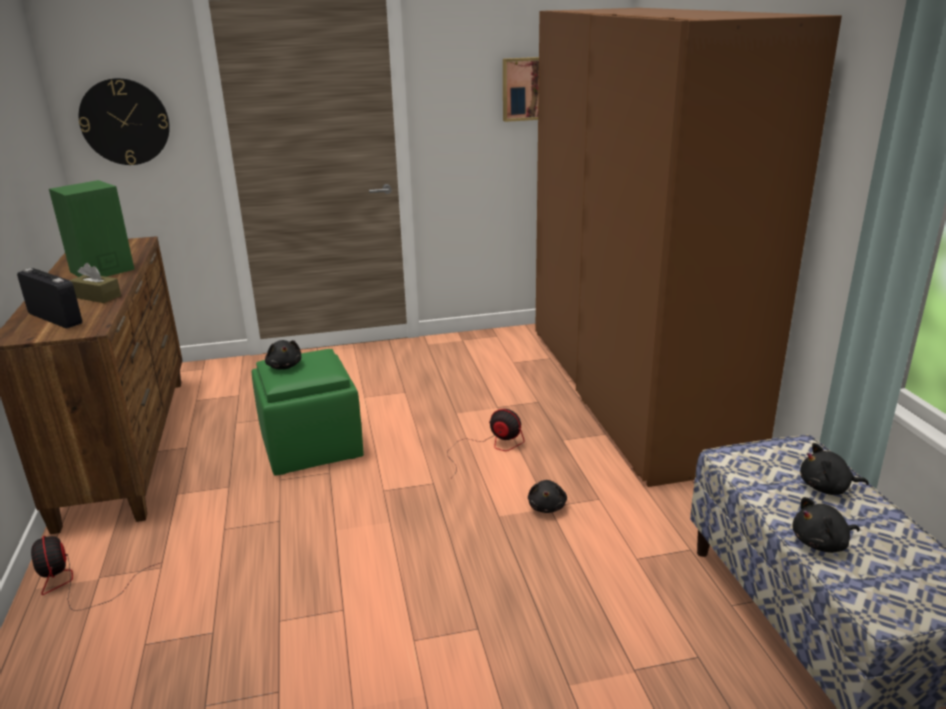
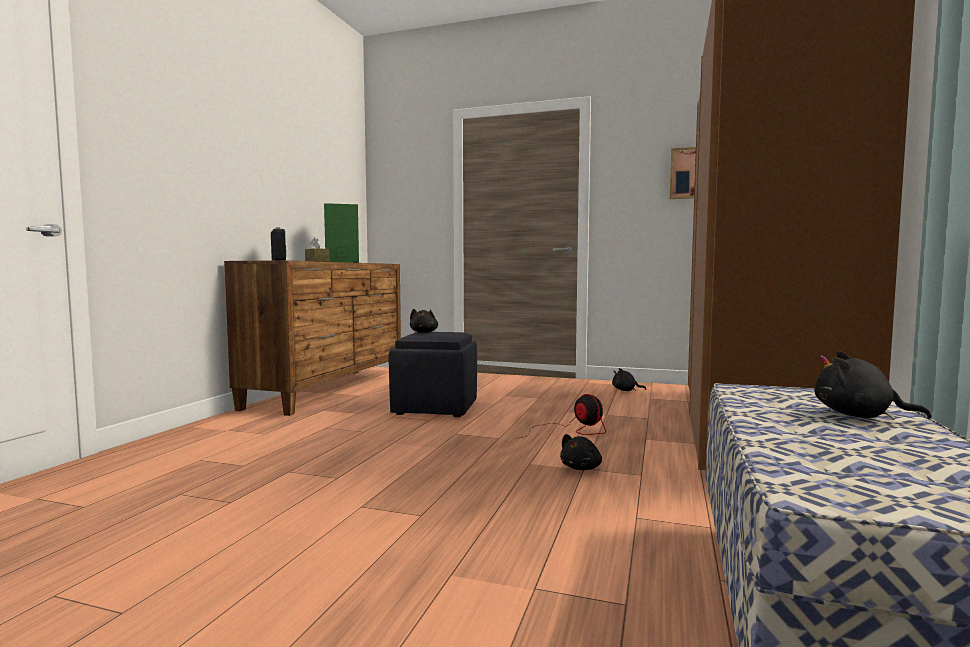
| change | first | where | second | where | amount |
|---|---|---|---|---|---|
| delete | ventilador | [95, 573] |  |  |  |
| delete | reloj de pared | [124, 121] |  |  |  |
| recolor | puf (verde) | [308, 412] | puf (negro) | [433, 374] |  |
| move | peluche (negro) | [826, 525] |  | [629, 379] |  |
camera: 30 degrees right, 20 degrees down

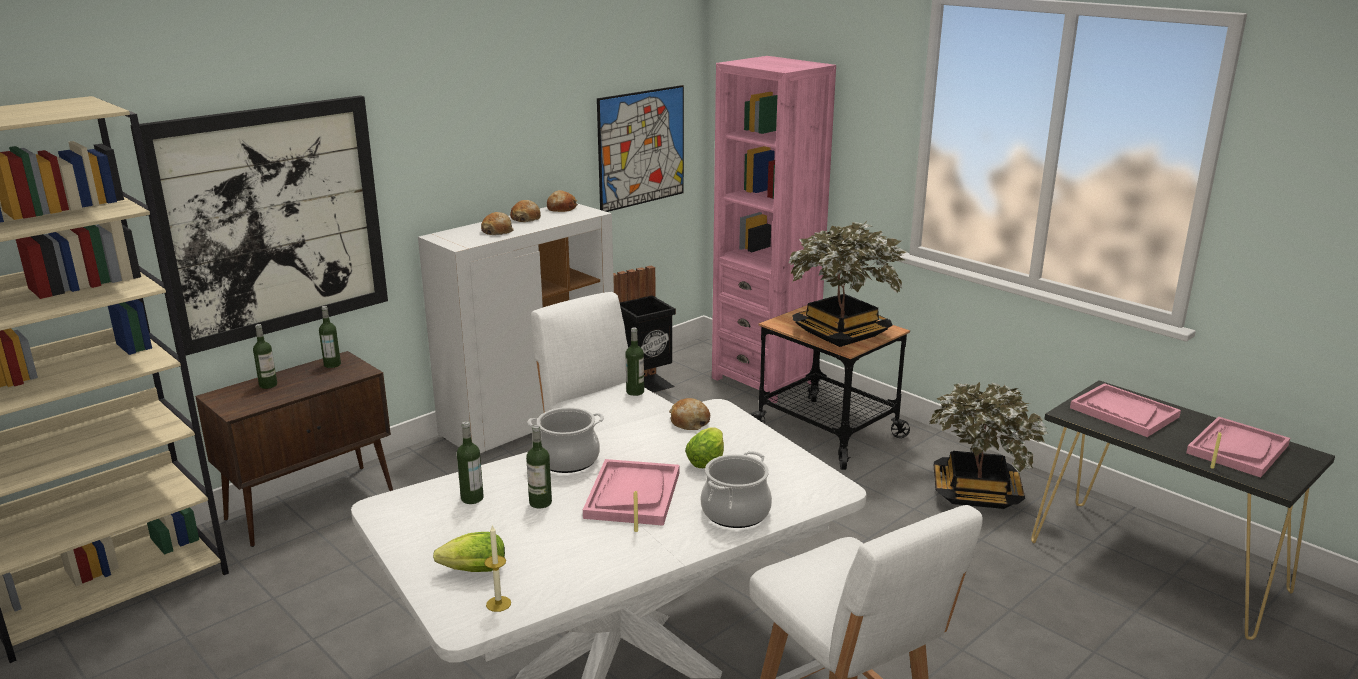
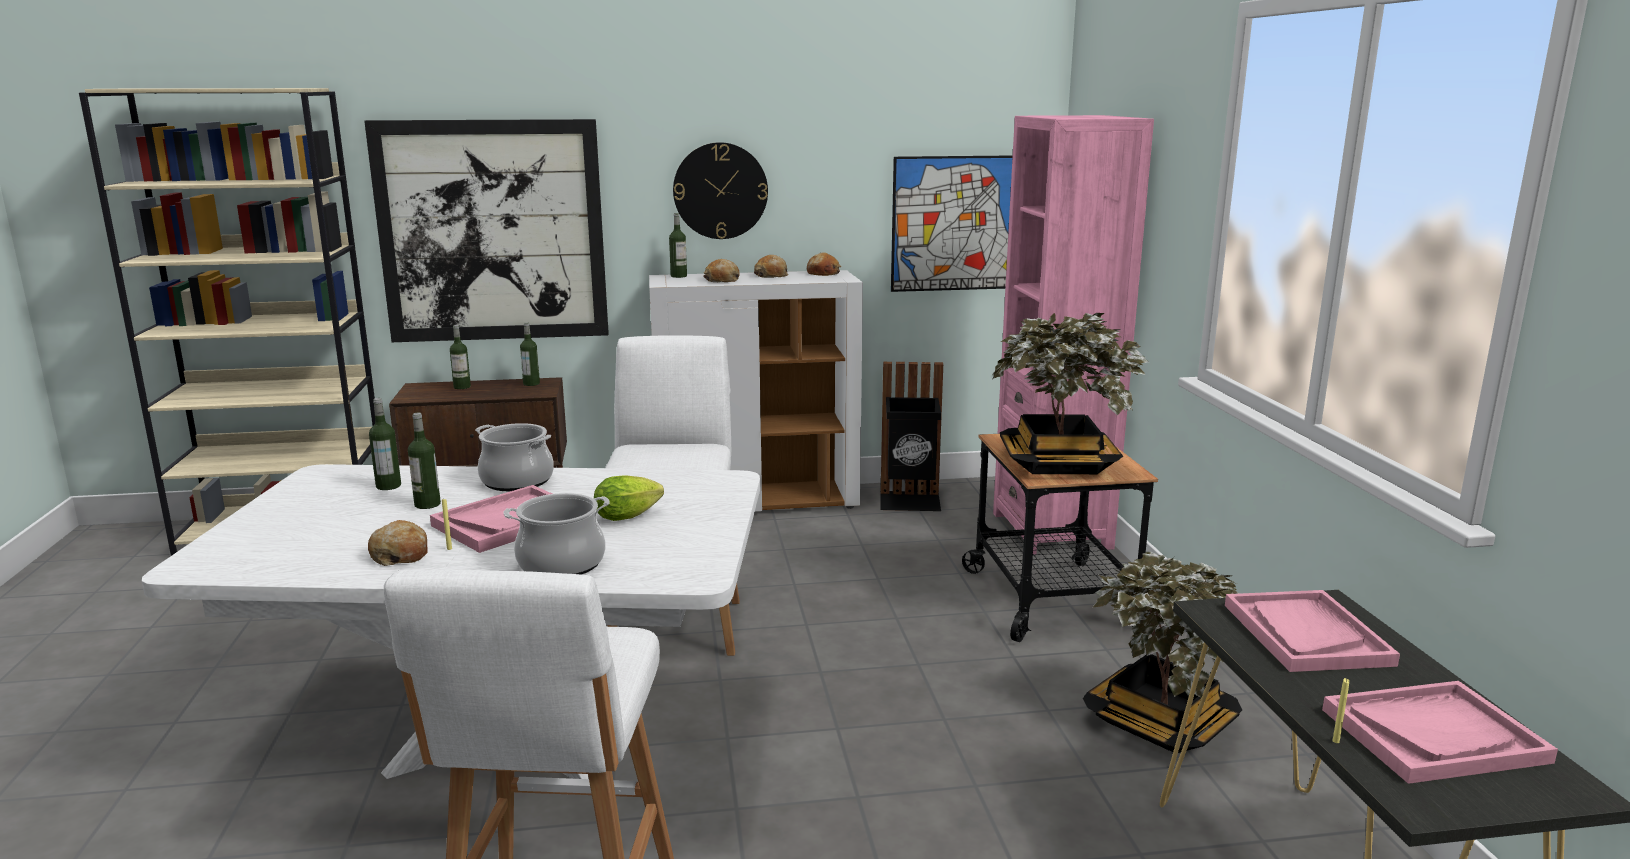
| change | first | where | second | where | amount |
|---|---|---|---|---|---|
| delete | lechuga | [469, 552] |  |  |  |
| delete | vela | [497, 568] |  |  |  |
| move | botella | [635, 361] |  | [678, 245] |  |
| move | pan | [689, 414] |  | [398, 543] |  |
| insert |  |  | reloj de pared | [720, 190] |  |
camera: 35 degrees right, 5 degrees down

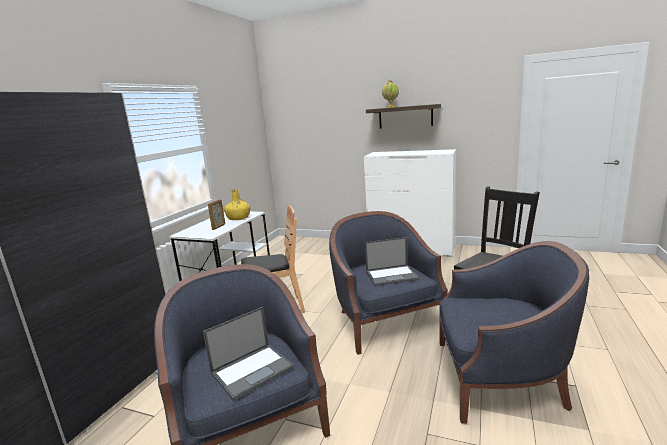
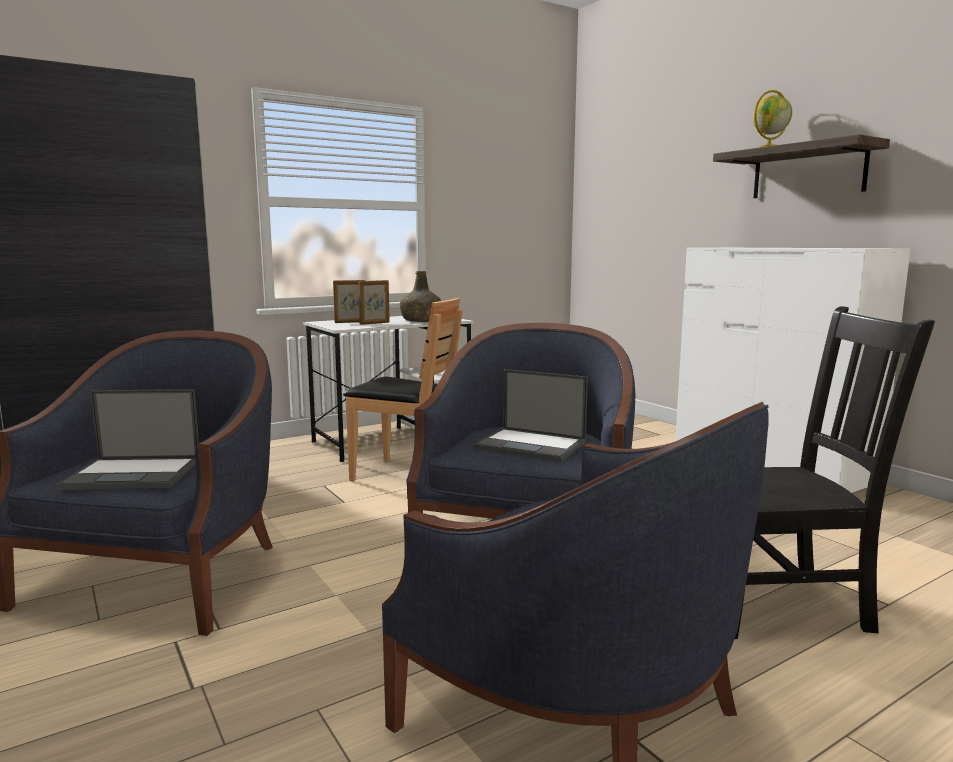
| change | first | where | second | where | amount |
|---|---|---|---|---|---|
| recolor | botella (amarillo) | [237, 204] | botella (verde) | [420, 296] |  |
| insert |  |  | portarretratos | [349, 301] |  |
camera: 35 degrees right, 5 degrees down

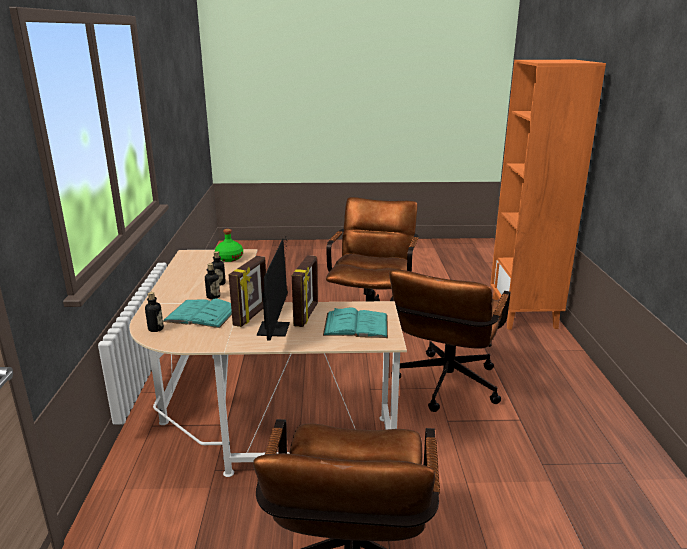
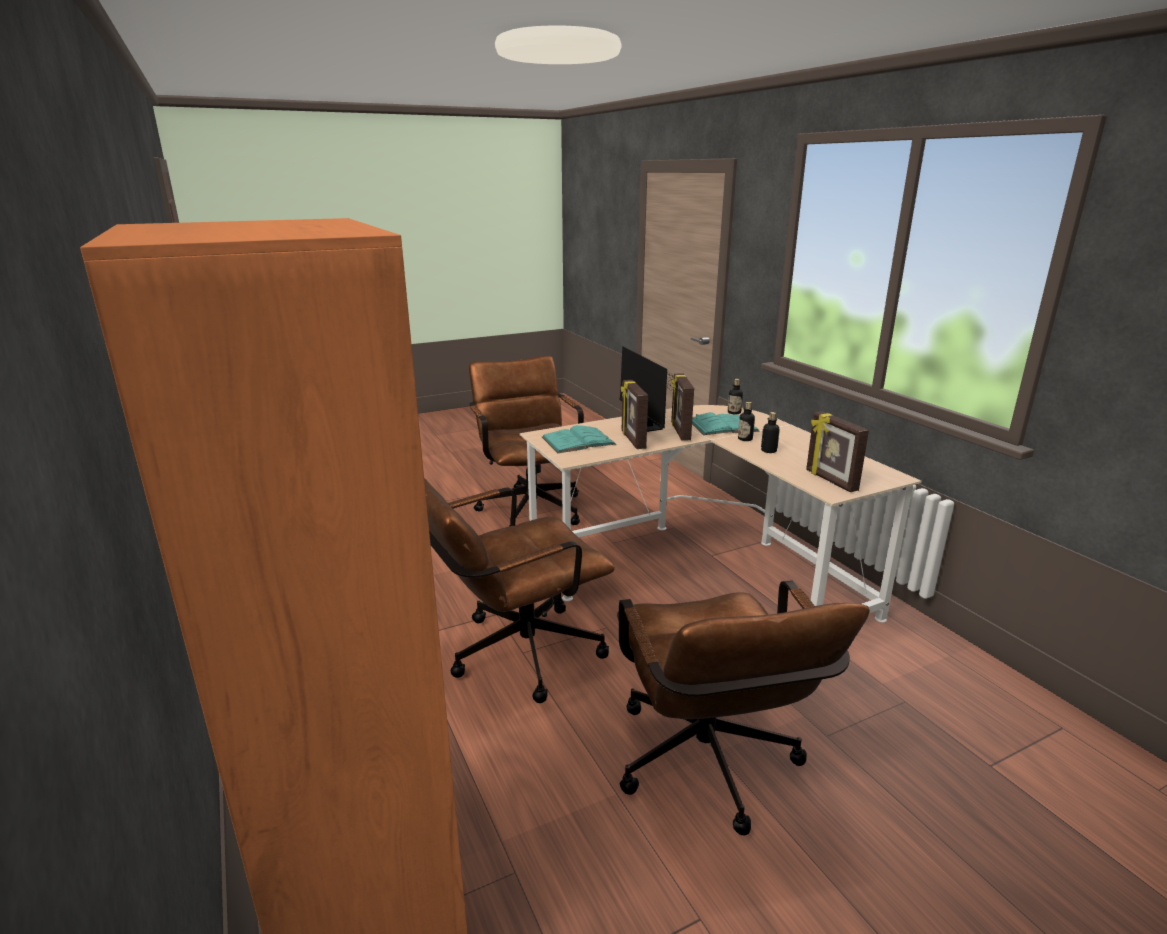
| change | first | where | second | where | amount |
|---|---|---|---|---|---|
| replace | botella (verde) | [229, 245] | portarretratos | [837, 451] |  |
| rotate | silla de oficina (marrón) | [449, 341] |  | [519, 590] | 120 degrees counterclockwise |
camera: 155 degrees right, 0 degrees up

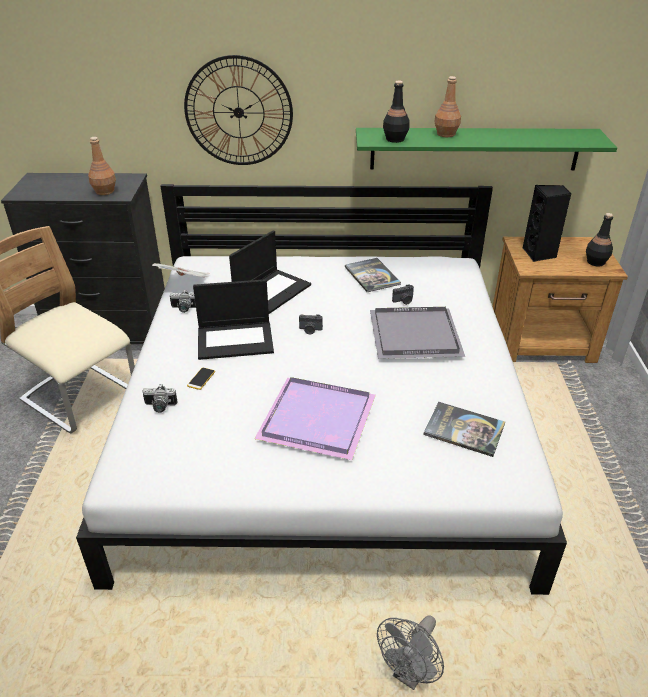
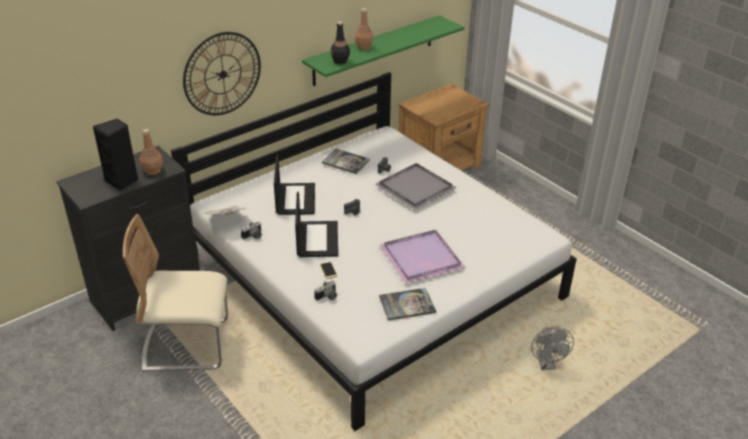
| change | first | where | second | where | amount |
|---|---|---|---|---|---|
| rotate | portátil | [233, 319] |  | [316, 224] | 45 degrees counterclockwise |
| move | libro | [464, 429] |  | [407, 304] |  |
| move | altavoz (negro) | [547, 223] |  | [115, 155] |  |
| delete | botella (negro) | [599, 239] |  |  |  |
camera: 40 degrees left, 0 degrees up

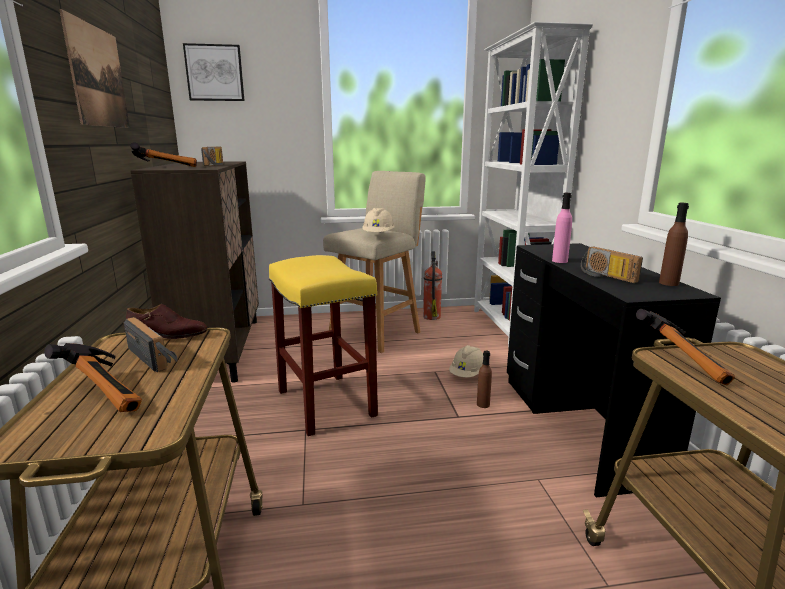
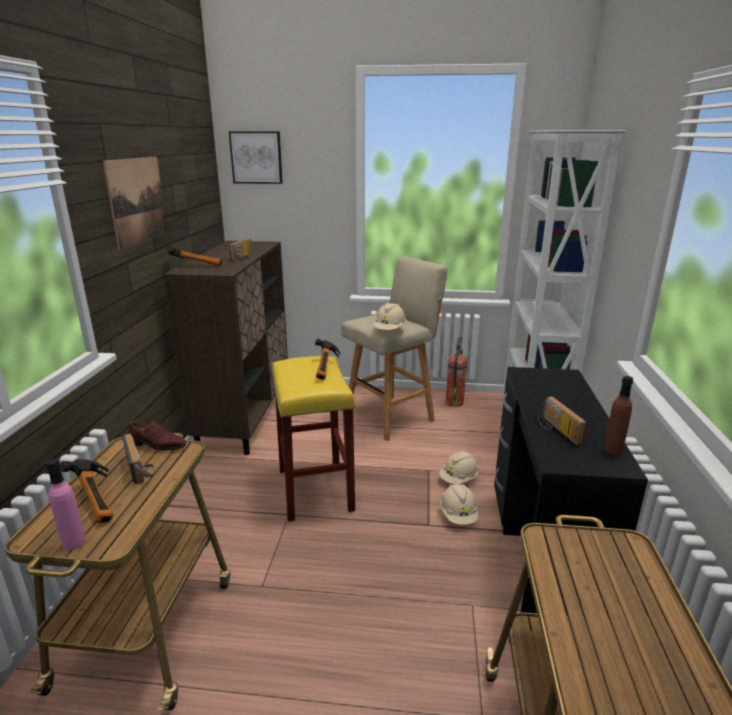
| change | first | where | second | where | amount |
|---|---|---|---|---|---|
| replace | botella (marrón) | [484, 379] | casco (beis) | [459, 504] |  |
| move | botella (rosa) | [562, 228] |  | [66, 504] |  |
| move | martillo | [685, 347] |  | [328, 359] |  |
camera: 15 degrees right, 5 degrees up

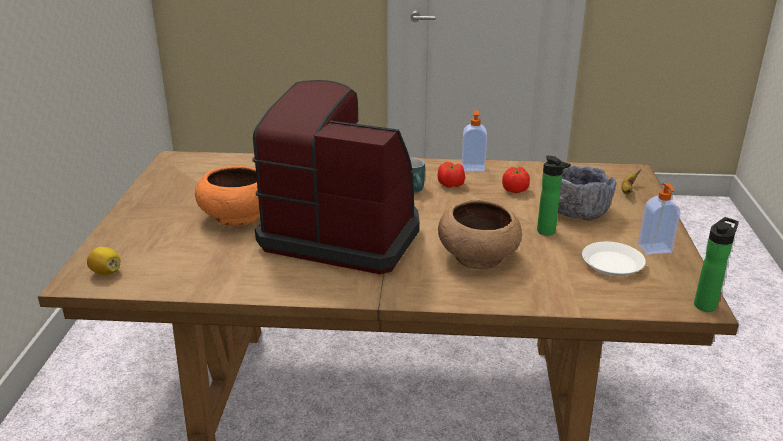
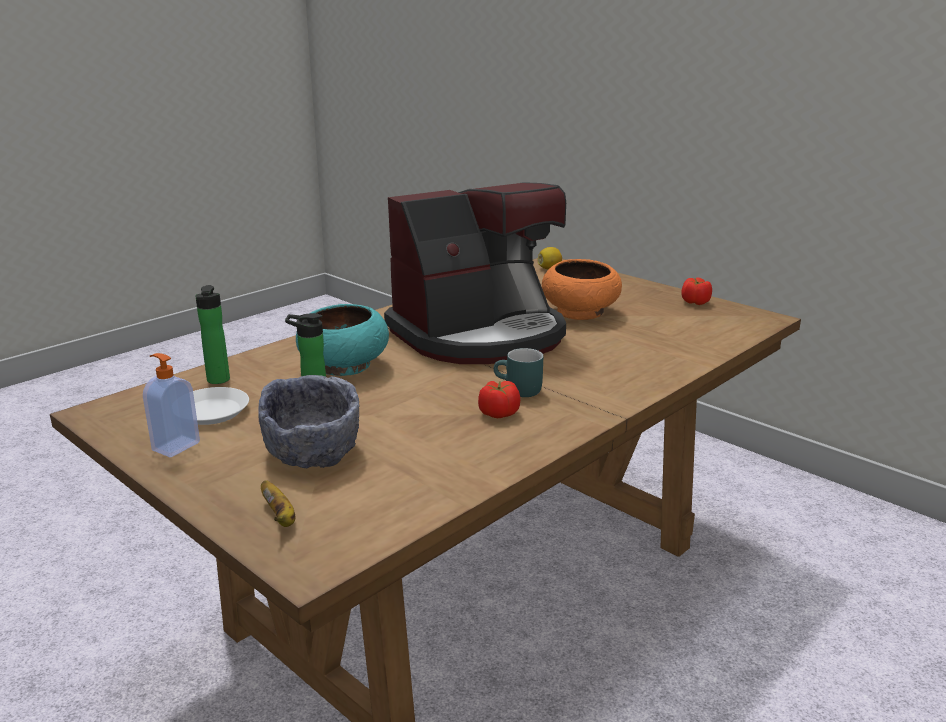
| change | first | where | second | where | amount |
|---|---|---|---|---|---|
| recolor | cuenco (marrón) | [480, 234] | cuenco (turquesa) | [342, 340] |  |
| delete | dispensador de jabón | [474, 141] |  |  |  |
| move | tomate | [516, 180] |  | [696, 291] |  |
| move | botella | [716, 264] |  | [212, 334] |  |
camera: 130 degrees right, 5 degrees down

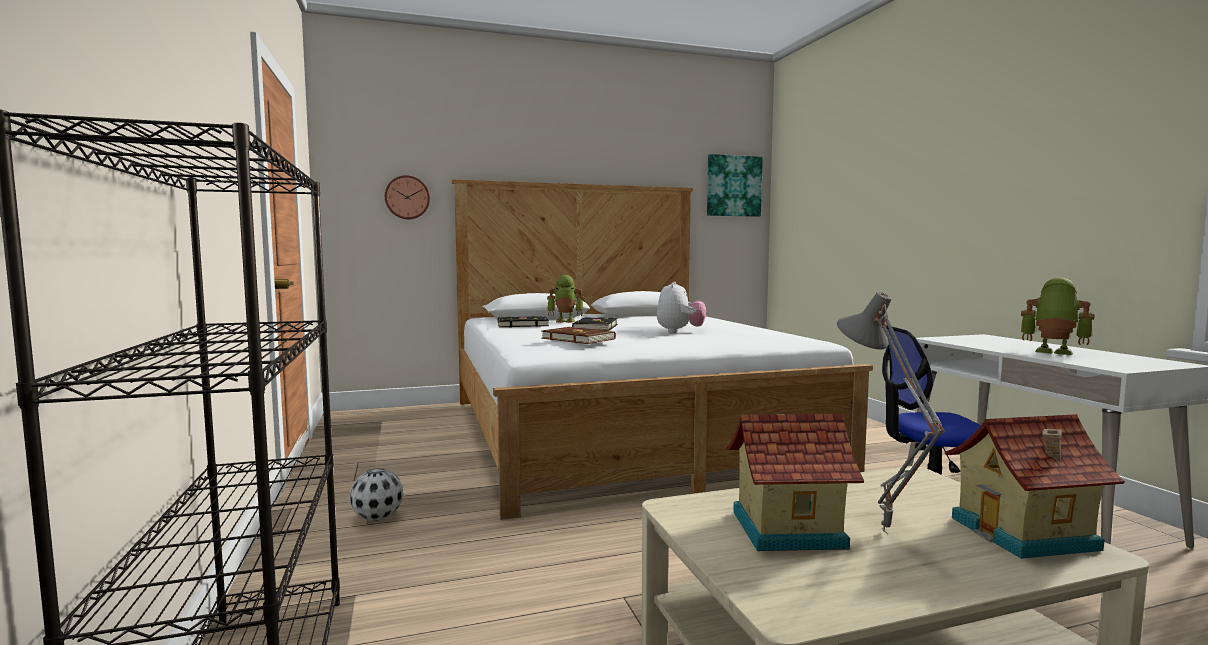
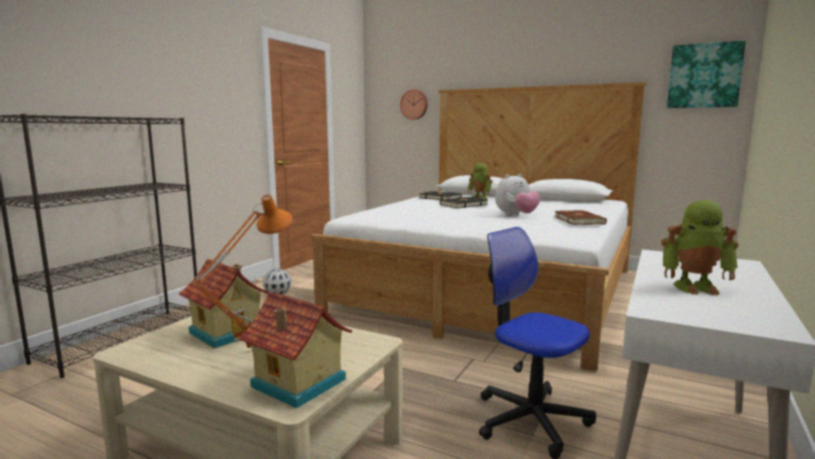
| change | first | where | second | where | amount |
|---|---|---|---|---|---|
| move | libro (marrón) | [578, 335] |  | [580, 217] |  |
| recolor | lámpara de mesa (gris) | [891, 412] | lámpara de mesa (naranja) | [242, 273] |  |
| rotate | robot de juguete | [1058, 316] |  | [699, 248] | 105 degrees clockwise |
camera: 45 degrees right, 5 degrees up

